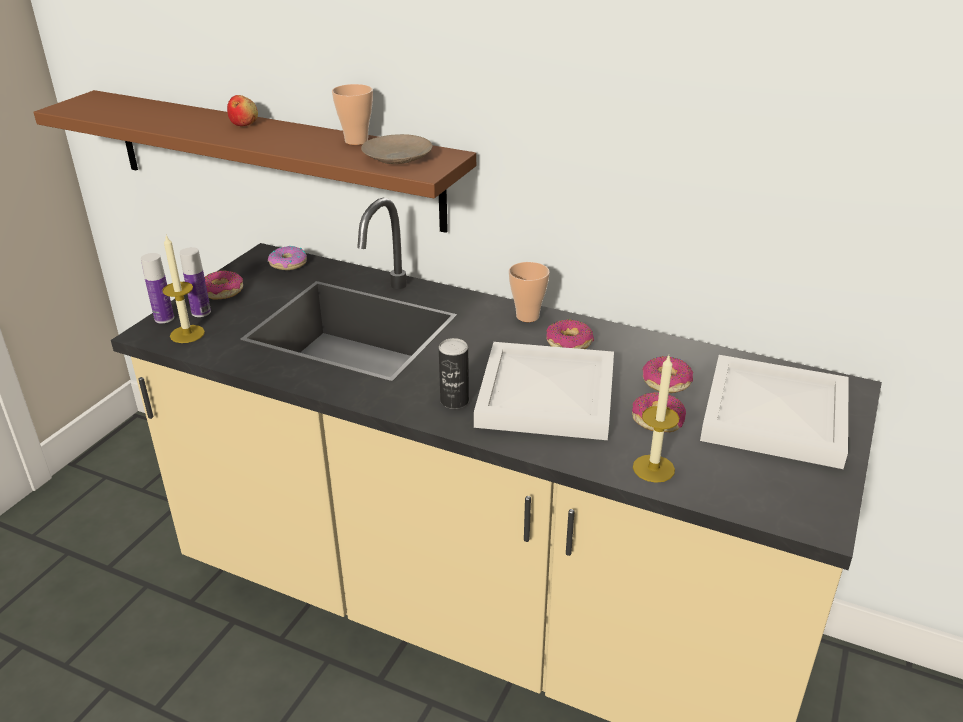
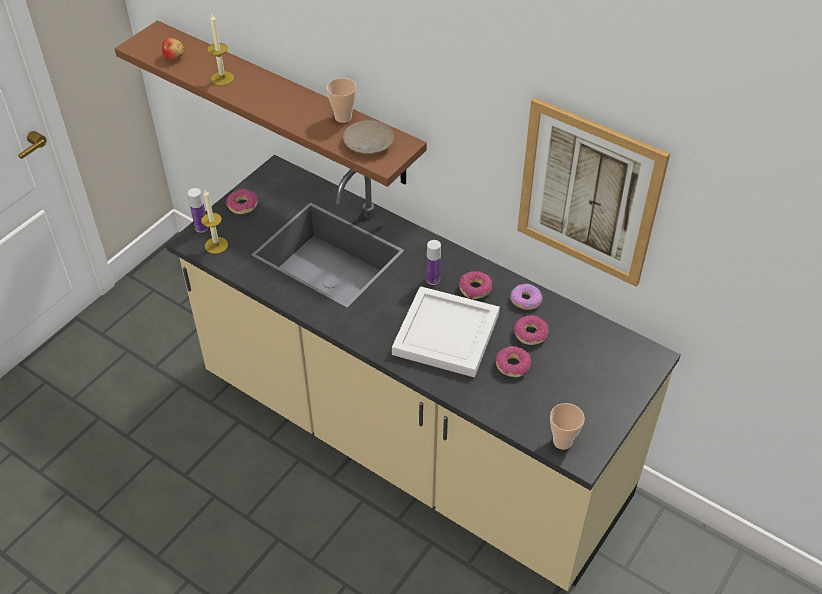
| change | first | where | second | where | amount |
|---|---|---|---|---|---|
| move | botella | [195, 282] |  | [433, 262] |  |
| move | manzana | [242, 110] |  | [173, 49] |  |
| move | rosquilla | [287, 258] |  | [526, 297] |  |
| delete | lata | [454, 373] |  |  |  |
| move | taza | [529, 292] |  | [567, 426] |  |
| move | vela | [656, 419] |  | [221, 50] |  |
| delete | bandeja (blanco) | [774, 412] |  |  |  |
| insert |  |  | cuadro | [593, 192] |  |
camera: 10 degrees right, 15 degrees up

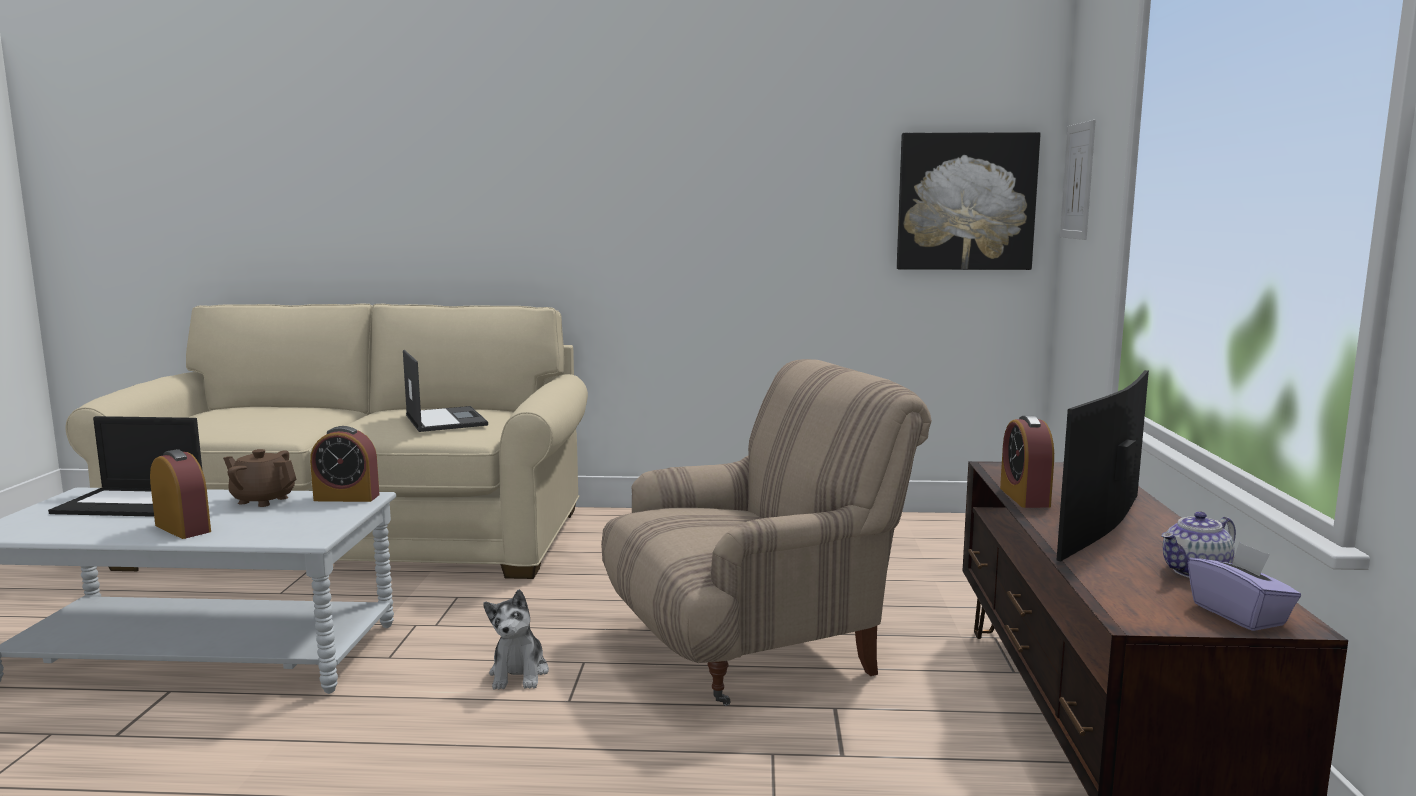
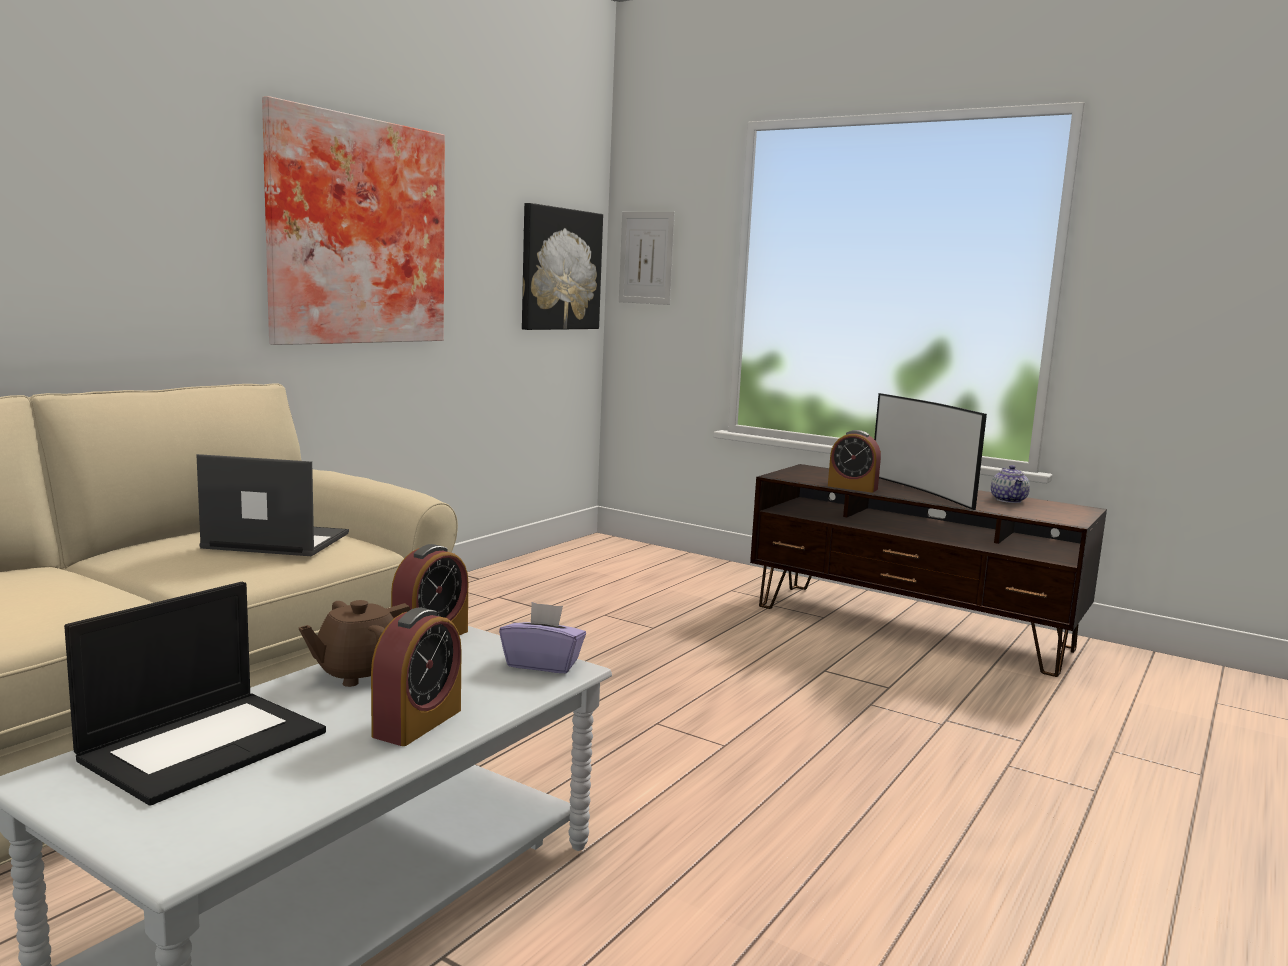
| change | first | where | second | where | amount |
|---|---|---|---|---|---|
| rotate | despertador | [180, 494] |  | [416, 677] | 135 degrees clockwise |
| delete | peluche | [516, 639] |  |  |  |
| delete | sillón (beis) | [766, 532] |  |  |  |
| move | caja de pañuelos (morado) | [1244, 586] |  | [542, 637] |  |
| insert |  |  | cuadro | [353, 220] |  |
camera: 60 degrees left, 0 degrees up

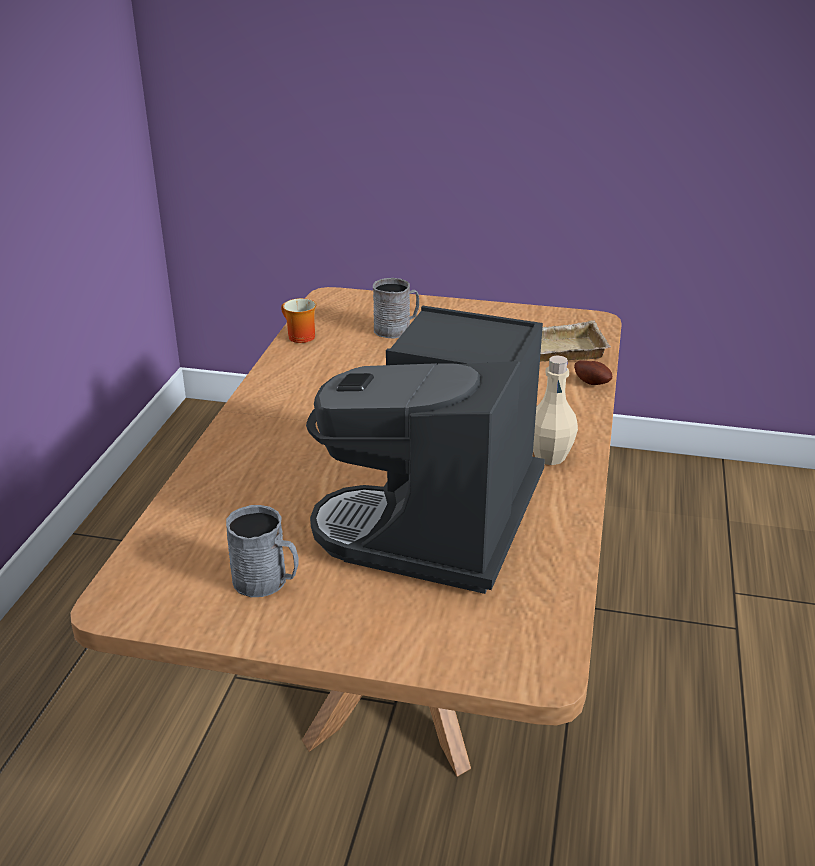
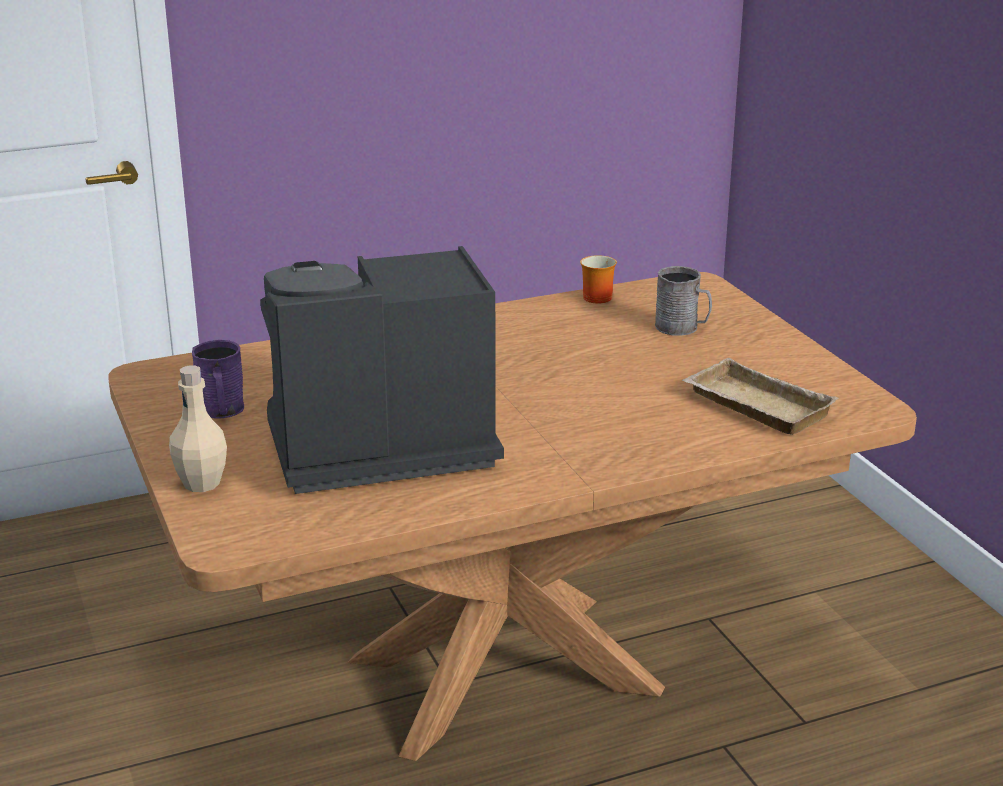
| change | first | where | second | where | amount |
|---|---|---|---|---|---|
| recolor | taza grande (gris) | [262, 551] | taza grande (morado) | [218, 379] |  |
| move | botella (beis) | [555, 410] |  | [198, 428] |  |
| delete | patata | [593, 373] |  |  |  |
camera: 55 degrees right, 5 degrees down

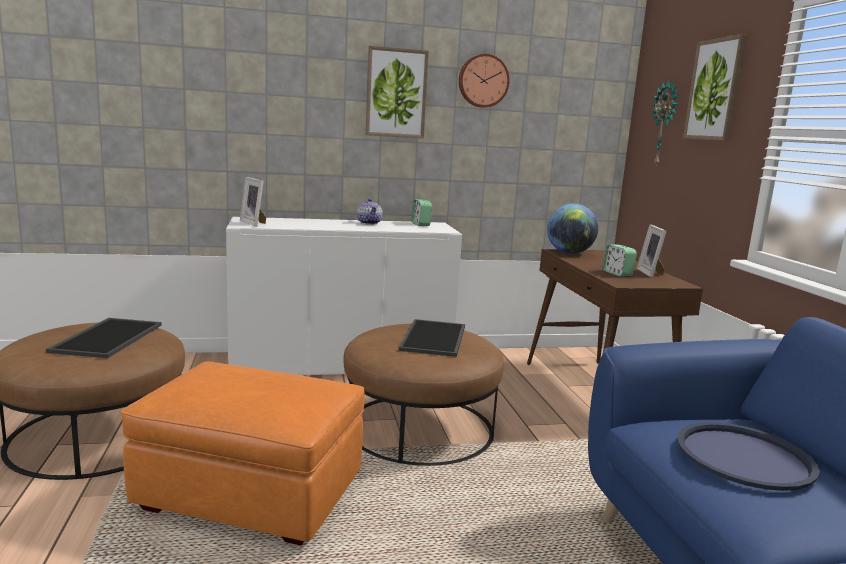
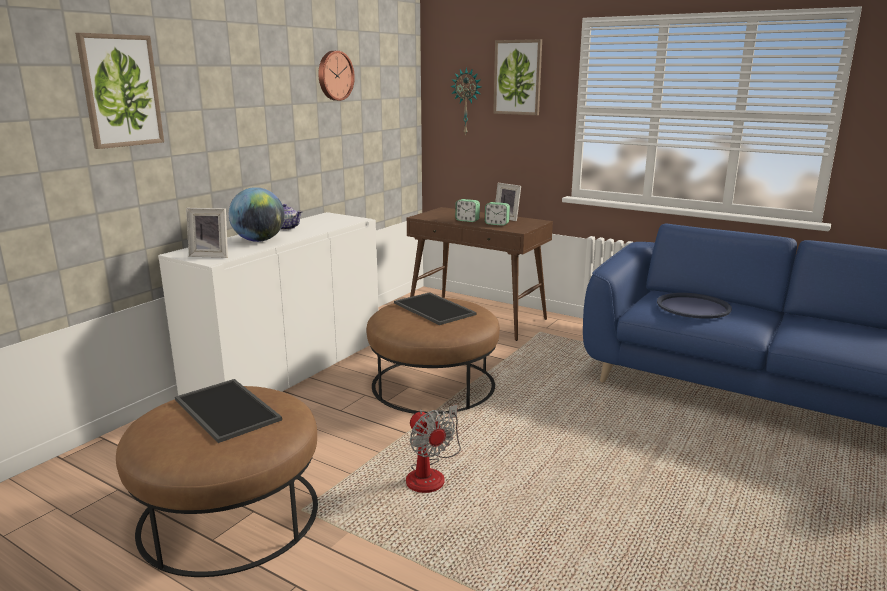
| change | first | where | second | where | amount |
|---|---|---|---|---|---|
| replace | puf (naranja) | [243, 453] | ventilador | [433, 448] |  |
| move | cuadro | [397, 92] |  | [119, 91] |  |
| move | despertador | [422, 212] |  | [467, 210] |  |
| move | globo terráqueo | [572, 229] |  | [256, 214] |  |
camera: 45 degrees left, 5 degrees up

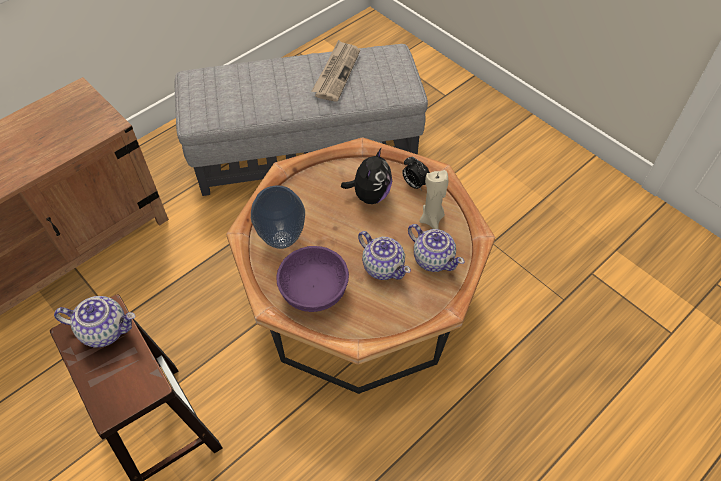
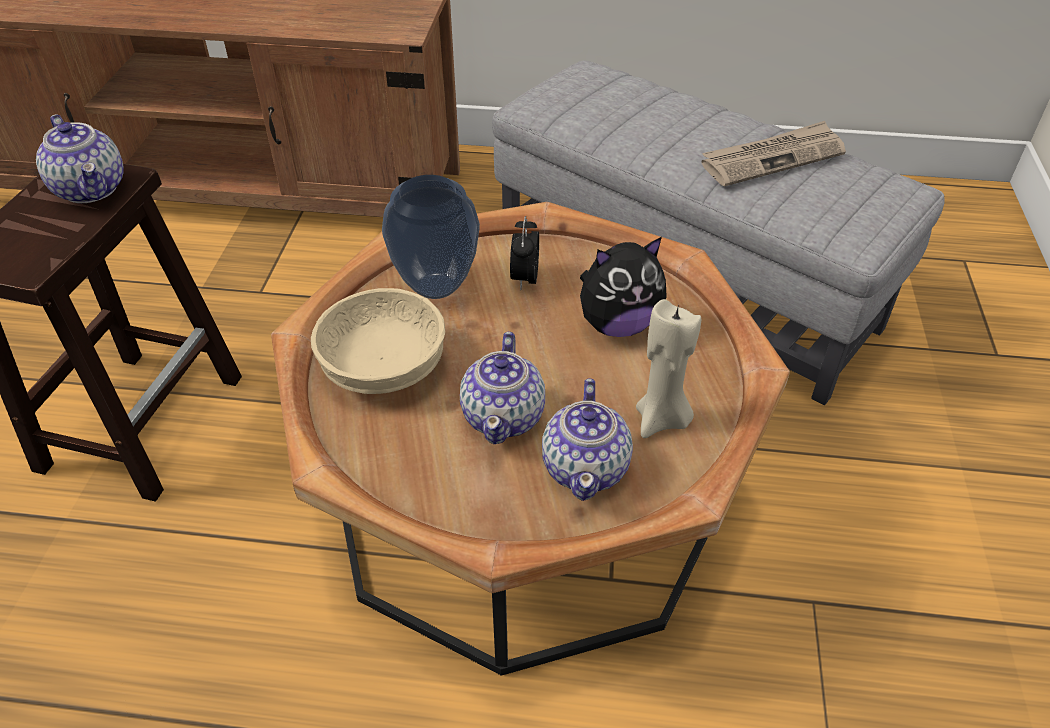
| change | first | where | second | where | amount |
|---|---|---|---|---|---|
| recolor | cuenco (morado) | [312, 279] | cuenco (beis) | [378, 341] |  |
| move | despertador | [416, 173] |  | [524, 253] |  |
camera: 50 degrees right, 10 degrees down

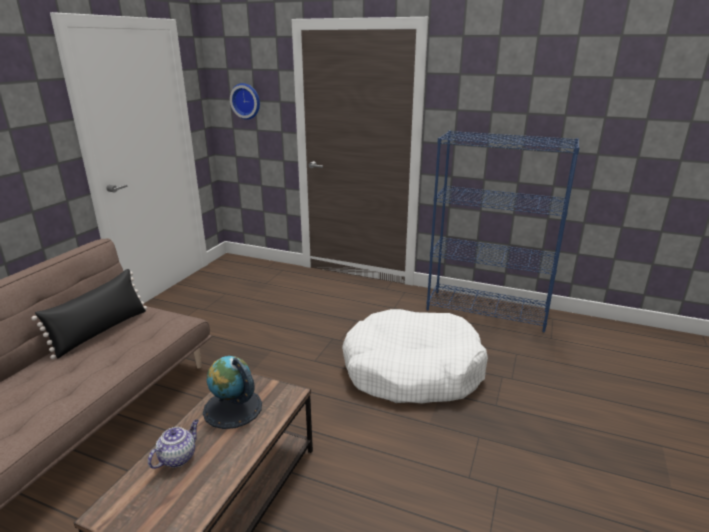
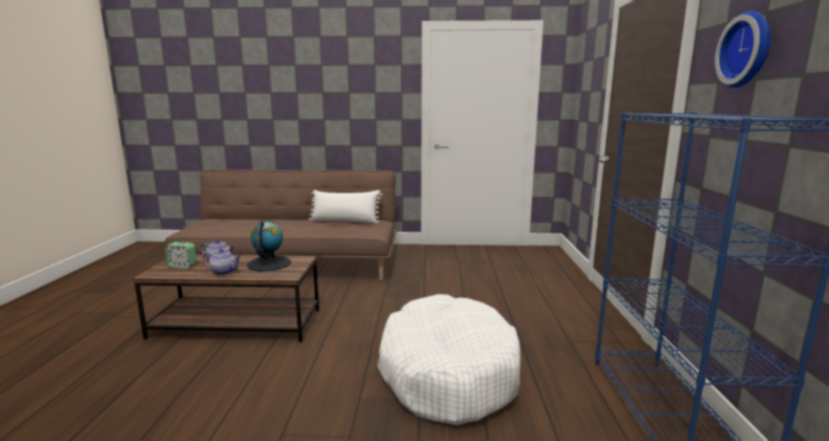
| change | first | where | second | where | amount |
|---|---|---|---|---|---|
| recolor | cojín (negro) | [89, 314] | cojín (blanco) | [346, 207] |  |
| move | reloj de pared | [245, 101] |  | [743, 49] |  |
| insert |  |  | despertador | [181, 255] |  |
| insert |  |  | tetera | [222, 262] |  |
camera: 70 degrees right, 10 degrees down

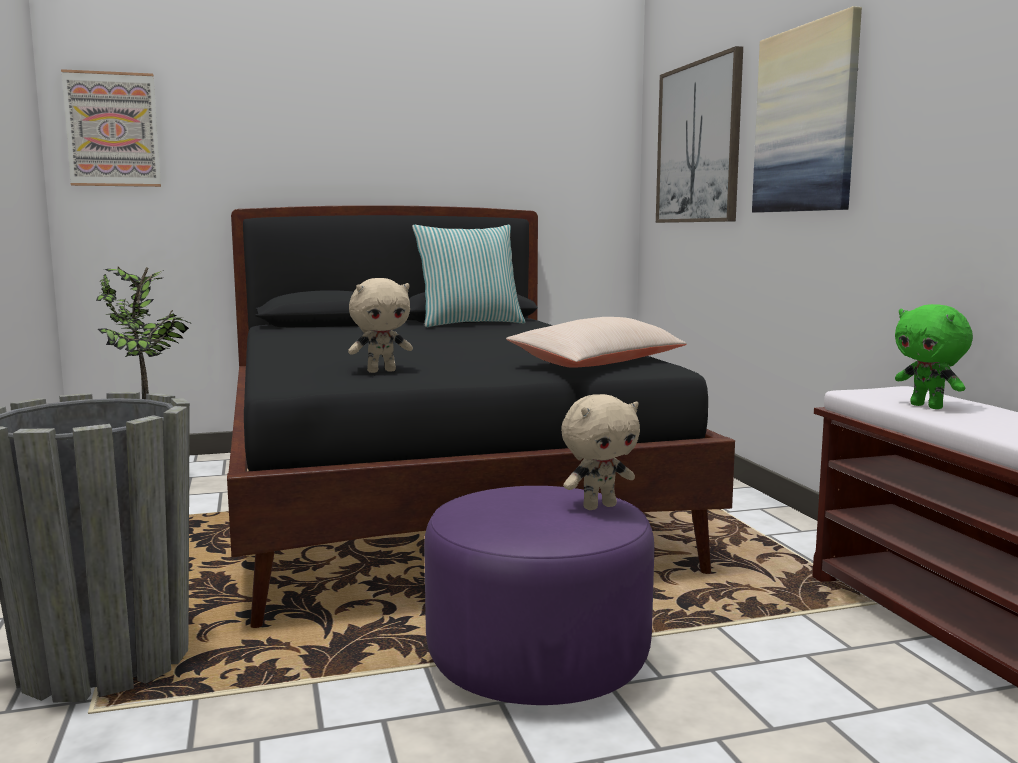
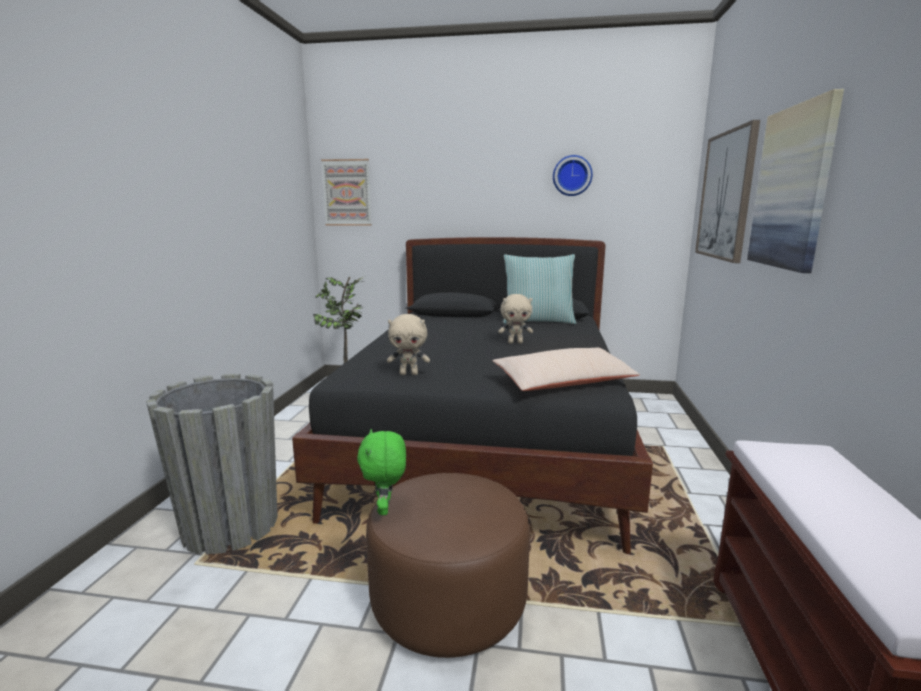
| change | first | where | second | where | amount |
|---|---|---|---|---|---|
| recolor | puf (morado) | [539, 595] | puf (marrón) | [448, 565] |  |
| move | peluche (beis) | [600, 452] |  | [515, 319] |  |
| move | peluche (verde) | [934, 356] |  | [381, 472] |  |
| insert |  |  | reloj de pared | [573, 175] |  |
camera: 25 degrees right, 5 degrees up

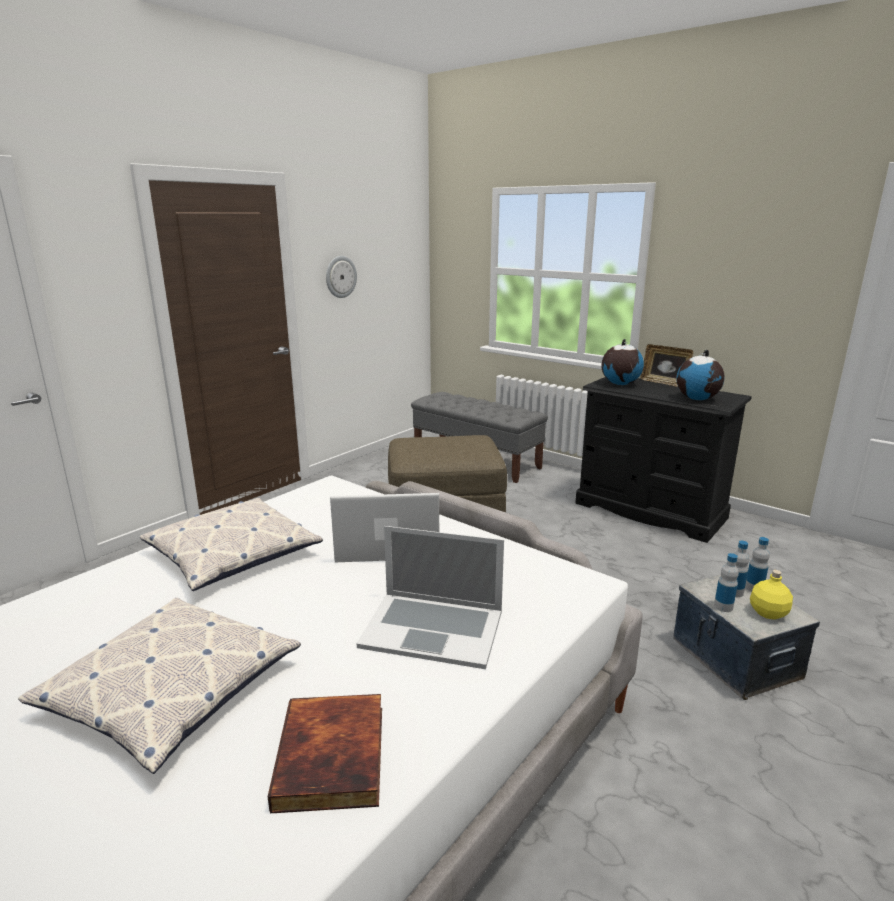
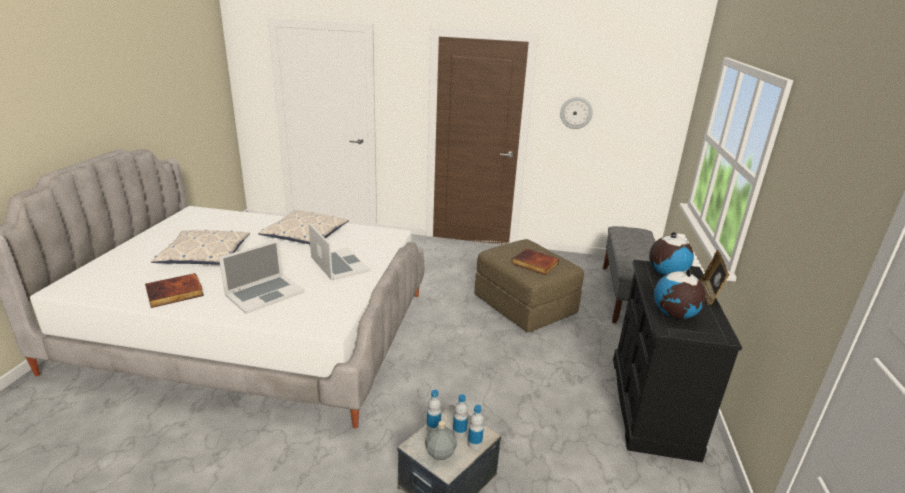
| change | first | where | second | where | amount |
|---|---|---|---|---|---|
| rotate | portátil | [430, 597] |  | [262, 277] | 120 degrees counterclockwise |
| recolor | botella (amarillo) | [771, 594] | botella (gris) | [441, 440] |  |
| insert |  |  | libro | [535, 261] |  |
camera: 60 degrees right, 5 degrees up

